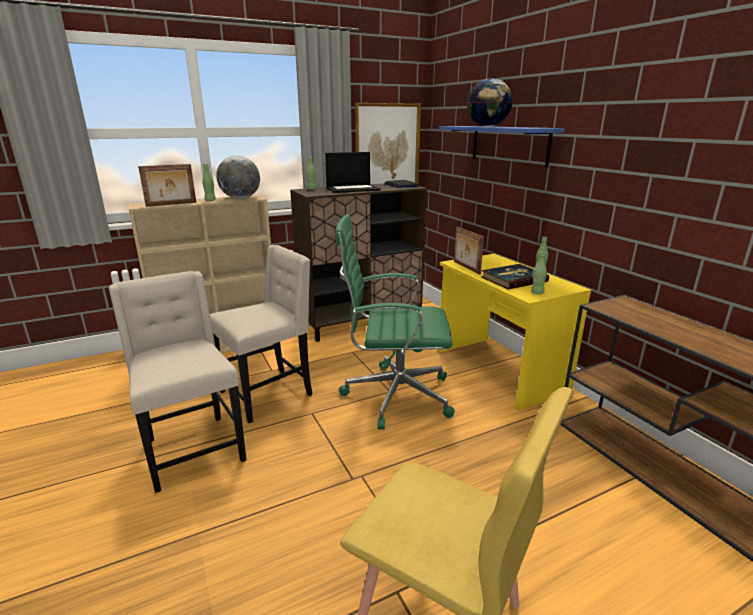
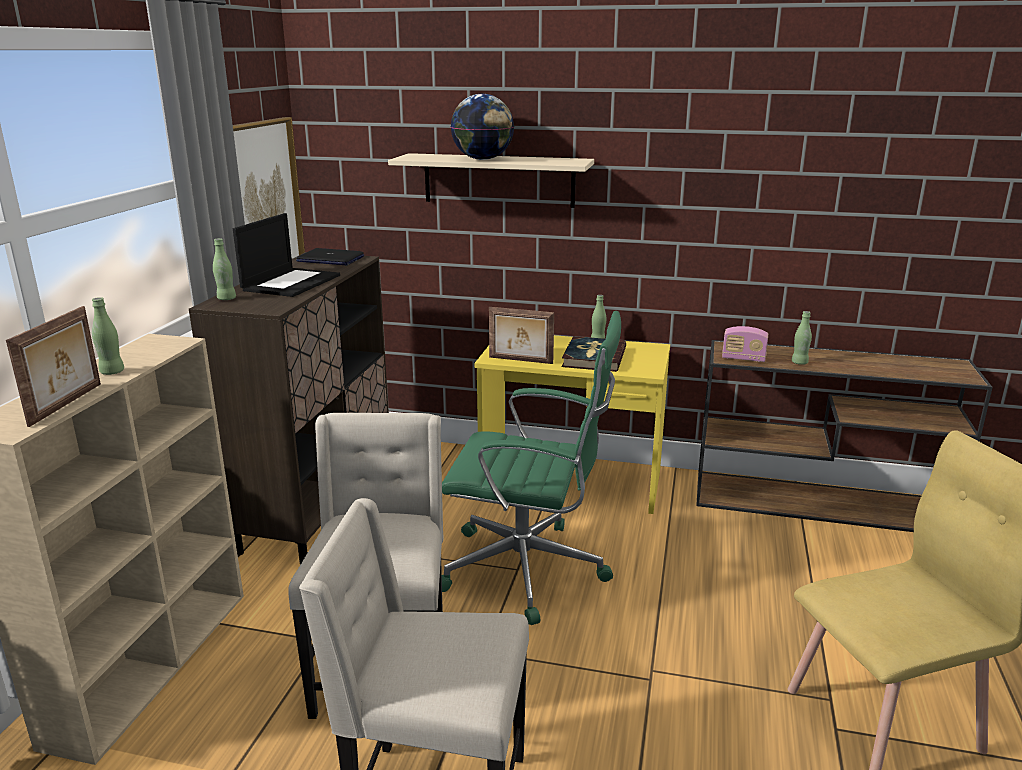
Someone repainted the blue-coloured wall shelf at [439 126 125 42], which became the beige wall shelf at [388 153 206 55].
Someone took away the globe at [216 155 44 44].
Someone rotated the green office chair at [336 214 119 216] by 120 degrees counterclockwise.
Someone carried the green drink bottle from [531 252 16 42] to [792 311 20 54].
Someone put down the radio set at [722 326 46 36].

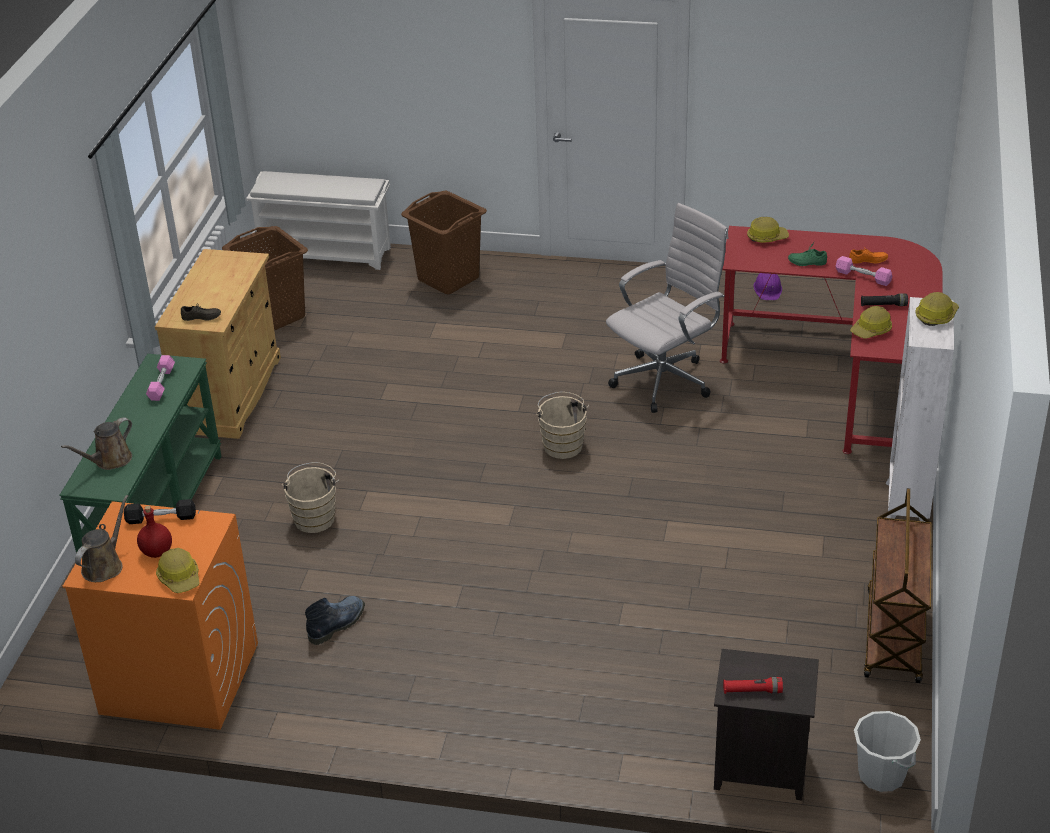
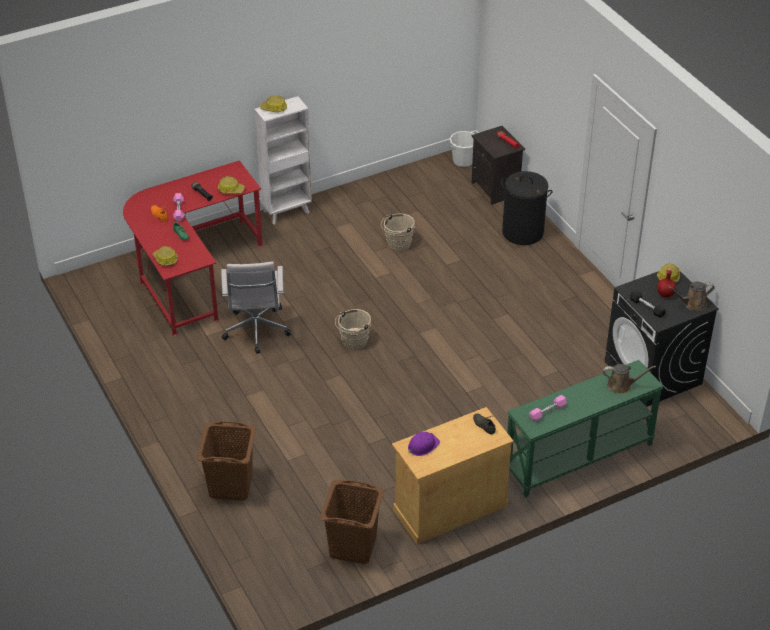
Someone took away the white-coloured shoe rack at [246 171 145 99].
Someone rotated the white-coloured office chair at [606 203 122 210] by 105 degrees counterclockwise.
Someone carried the purple-coloured work helmet from [753 273 29 27] to [408 432 32 24].
Someone carried the beige water bucket from [282 462 57 71] to [381 214 34 37].
Someone took away the brown cart at [864 488 68 195].
Someone repainted the orange laundry appliance at [62 501 196 229], which became the black-coloured laundry appliance at [605 271 114 136].
Someone took away the boot at [305 596 60 49].
Someone put down the black-coloured hamper at [501 171 52 74].

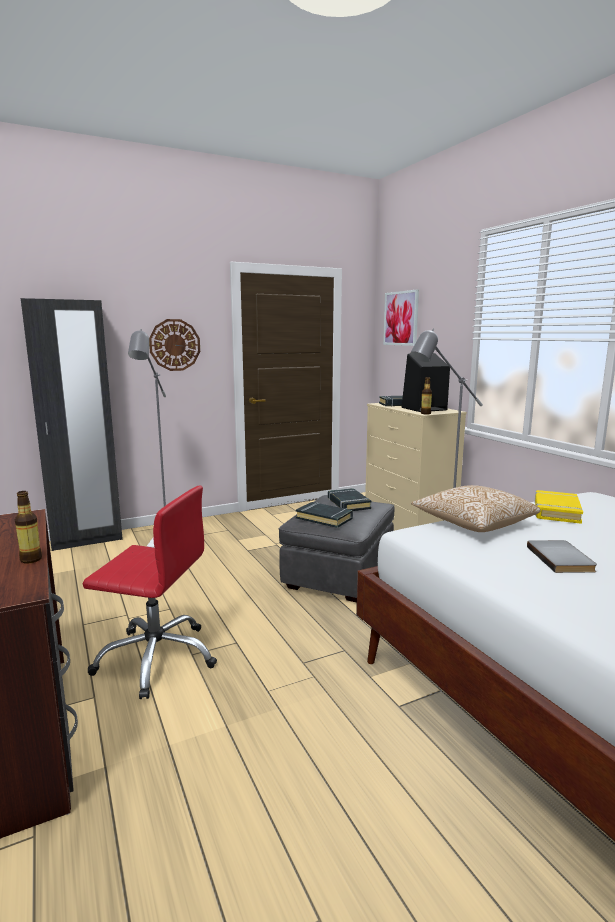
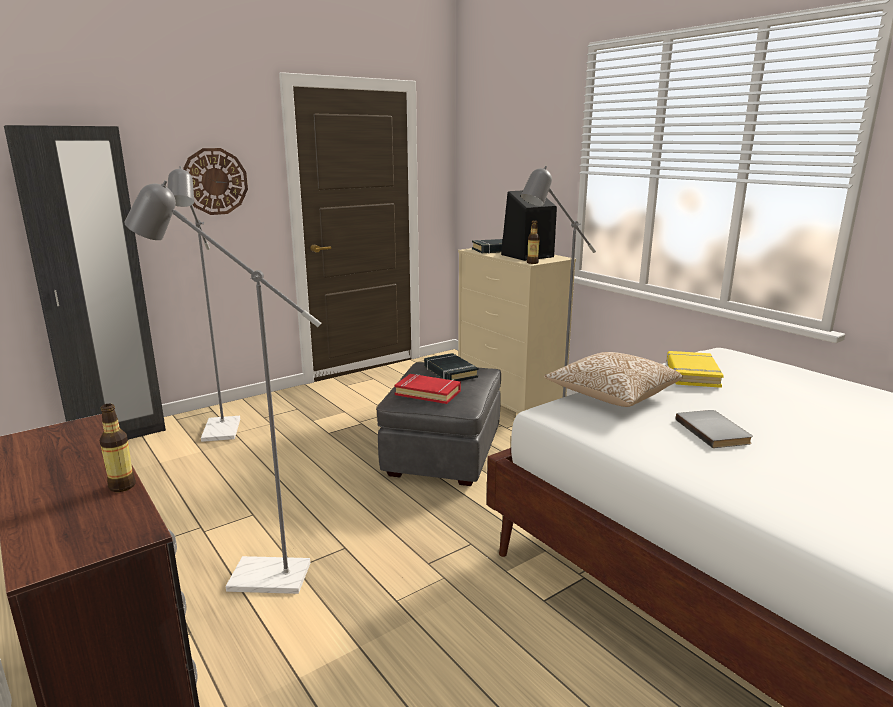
Someone took away the wall art at [383 290 36 56].
Someone swapped the reddish office chair at [83 486 134 213] for the greyish standard lamp at [124 180 197 414].
Someone repainted the black-coloured volume at [296 502 57 26], which became the reddish volume at [394 374 67 30].

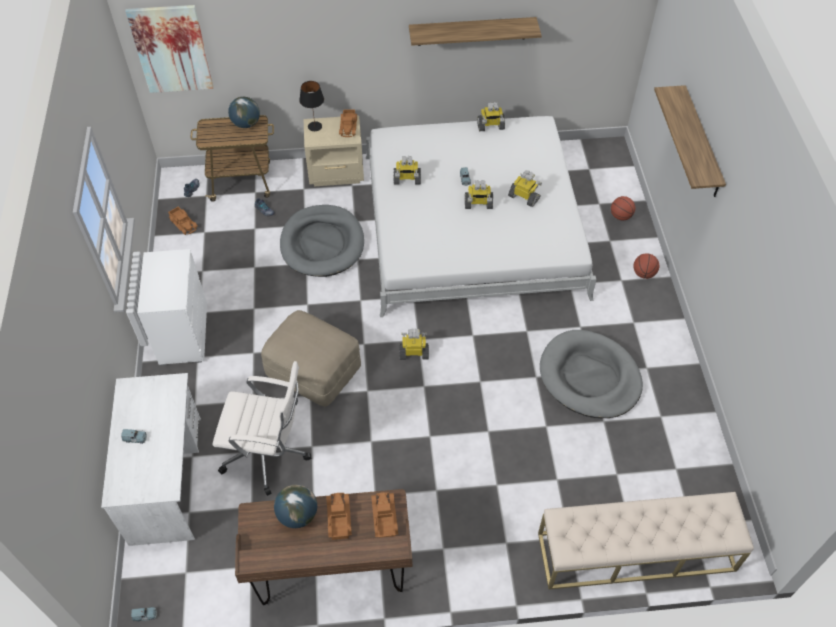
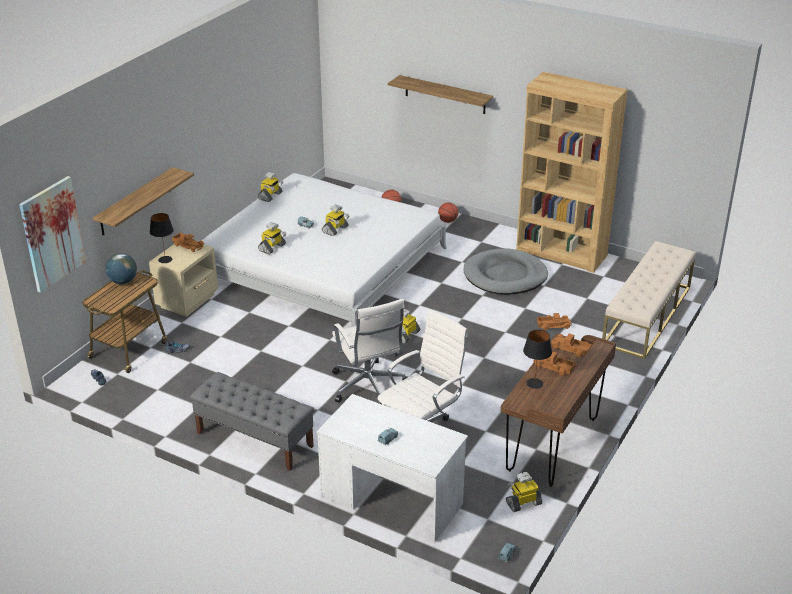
Someone carried the wall shelf from [409 17 133 29] to [93 167 101 68].
Someone carried the toy robot from [508 170 34 37] to [506 472 36 40].
Someone took away the greyish dog bed at [280 205 84 72].
Someone carried the model truck from [168 206 30 29] to [537 313 35 17].
Someone swapped the white-coloured drawer chest at [137 249 70 117] for the greyish bench at [190 372 124 99].
Someone swapped the beige footrest at [261 310 100 97] for the white-coloured office chair at [332 299 75 105].
Someone swapped the globe at [274 484 43 44] for the black-coloured tabletop lamp at [523 330 29 59].
Someone put down the brown bookcase at [516 72 112 201].

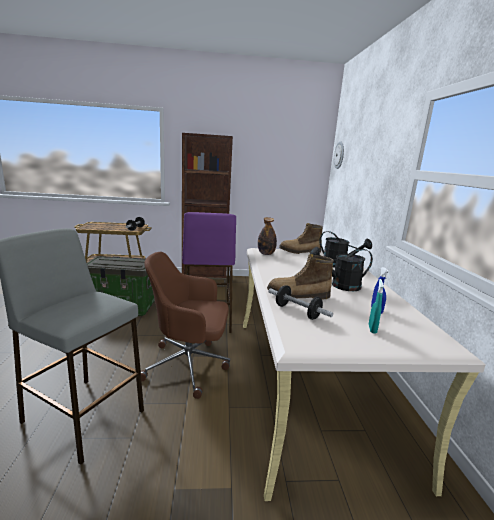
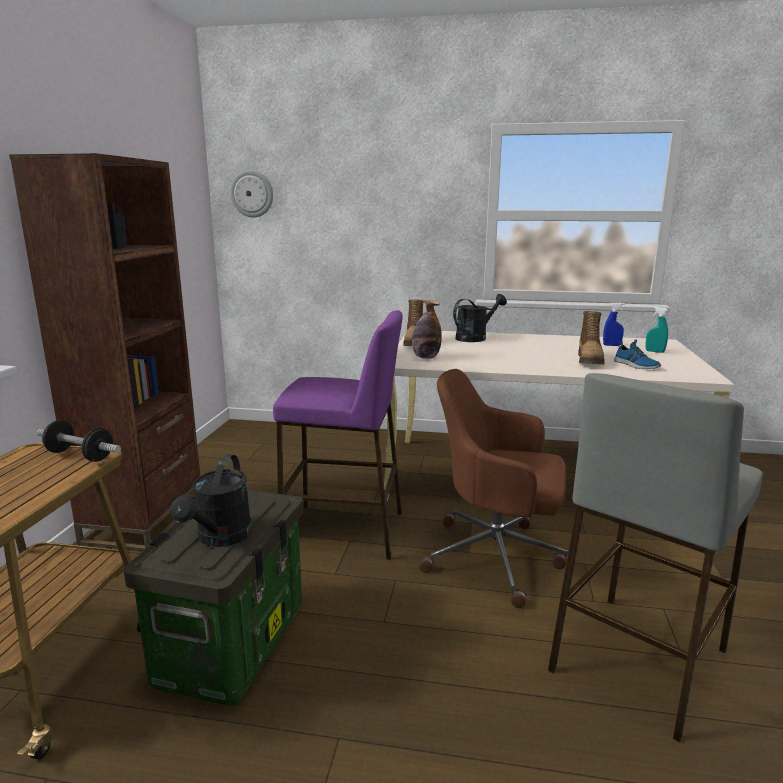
Someone carried the black-coloured sprinkling can from [310 247 63 44] to [171 455 81 92].
Someone rotated the brown office chair at [141 252 89 147] by 90 degrees clockwise.
Someone swapped the free weight at [269 285 64 35] for the low shoe at [614 340 47 29].

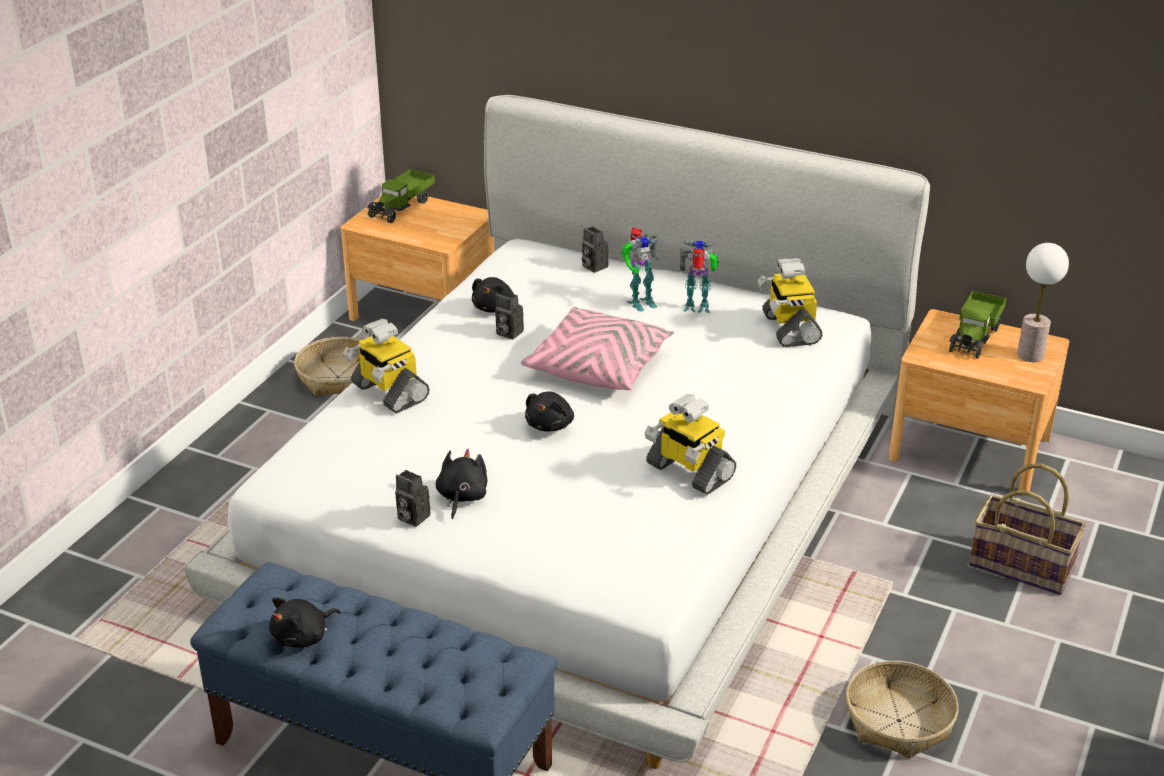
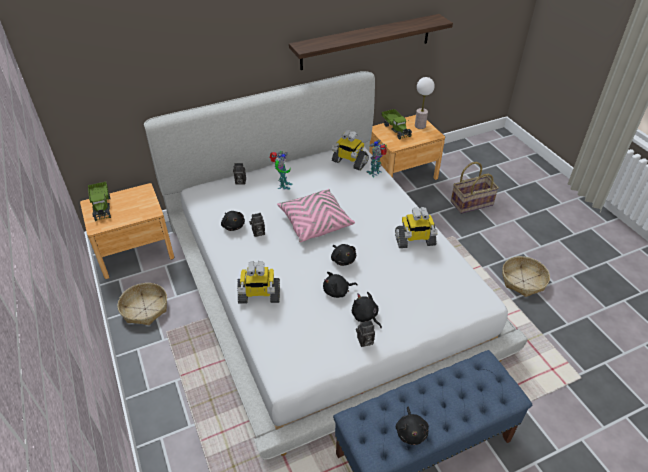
Someone carried the toy robot from [680 240 39 73] to [366 140 21 37].
Someone put up the wall shelf at [289 14 164 56].
Someone put down the black-coloured soft toy at [323 272 35 26].

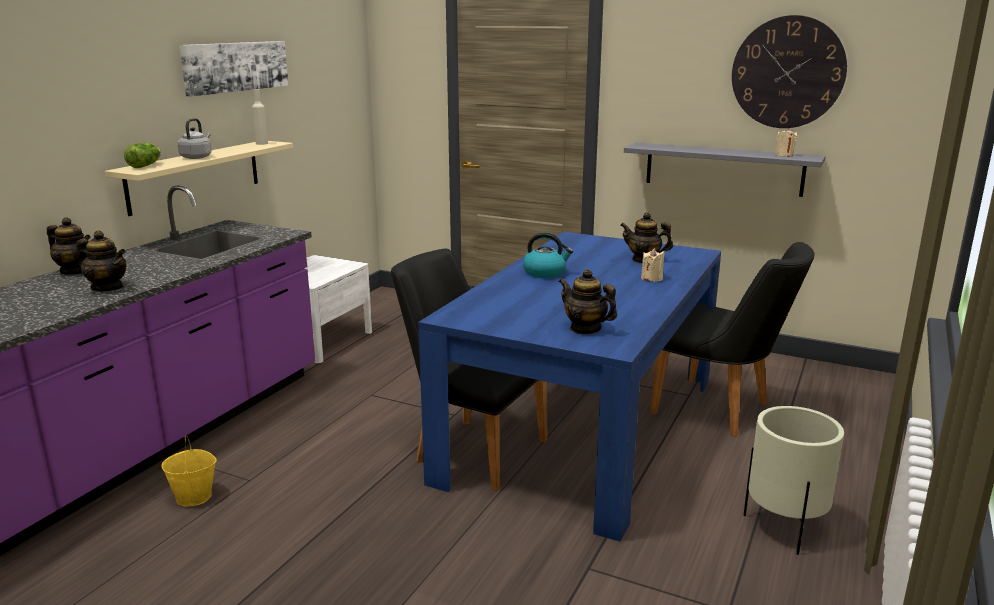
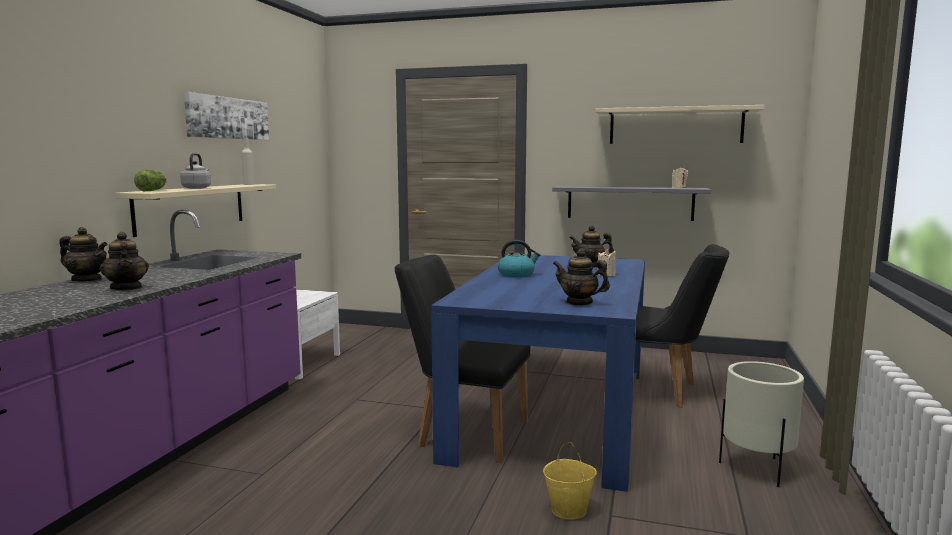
Someone swapped the wall clock at [732 15 115 113] for the beige wall shelf at [596 105 169 39].
Someone rotated the pot for tea at [76 231 51 60] by 45 degrees clockwise.
Someone carried the yellow water bucket from [162 435 55 71] to [543 442 54 78].

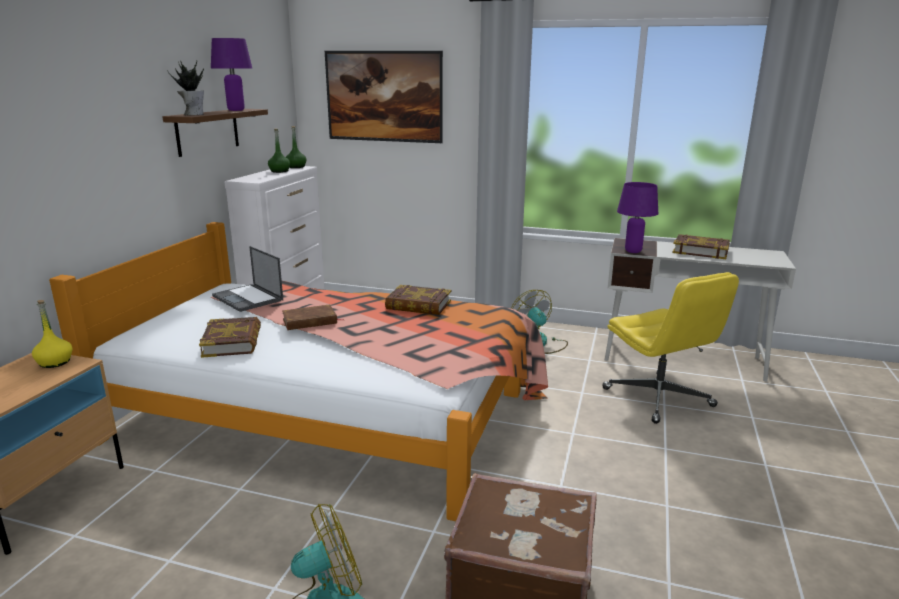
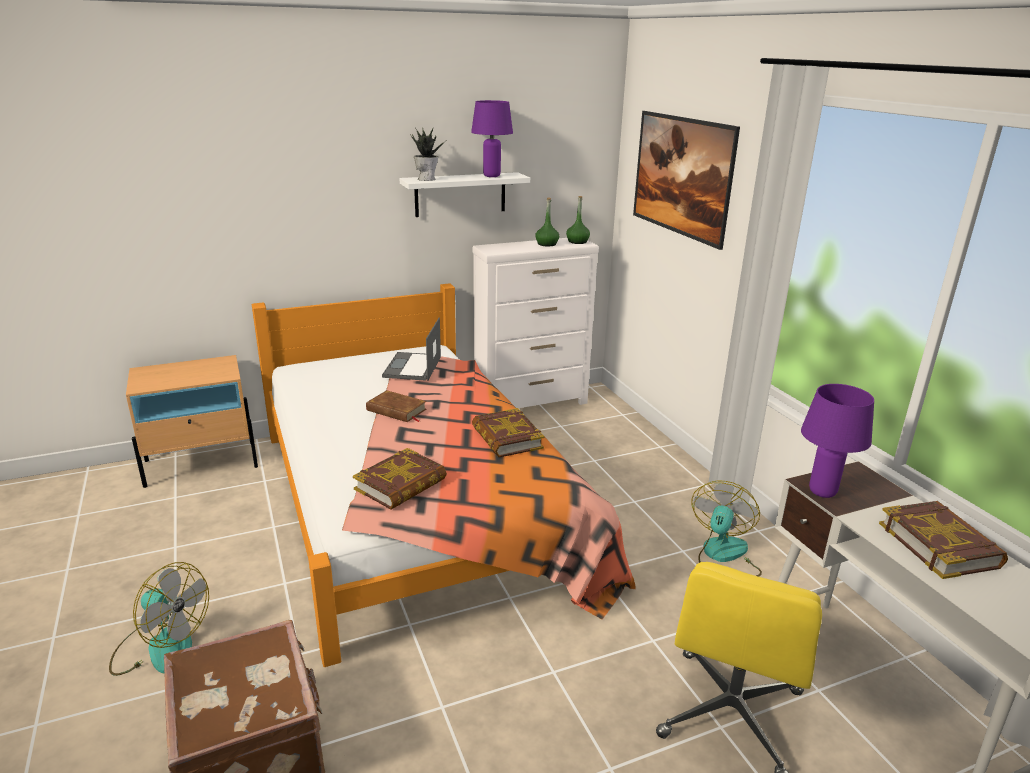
Someone repainted the brown wall shelf at [162 109 106 48], which became the white-coloured wall shelf at [399 172 131 45].
Someone took away the yellow drink bottle at [32 300 40 68].
Someone carried the volume from [199 317 62 41] to [353 448 94 61].

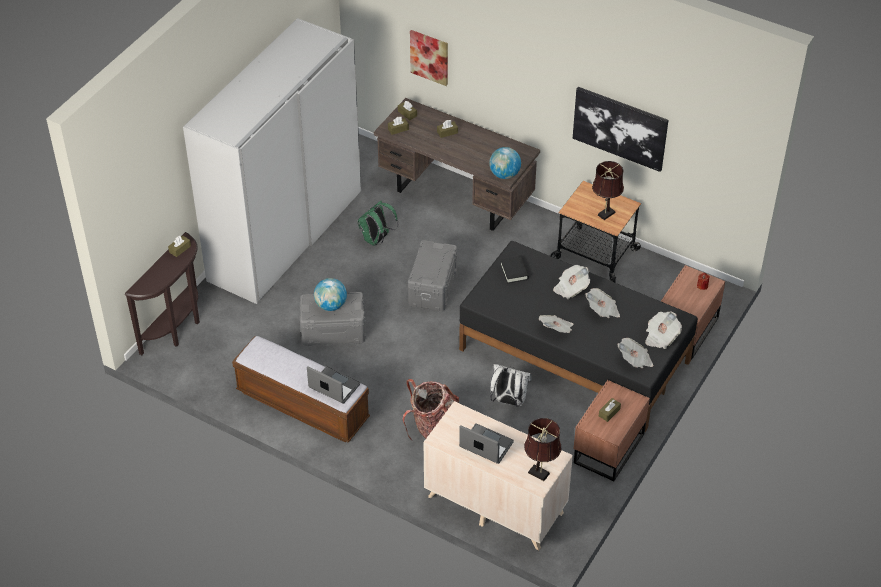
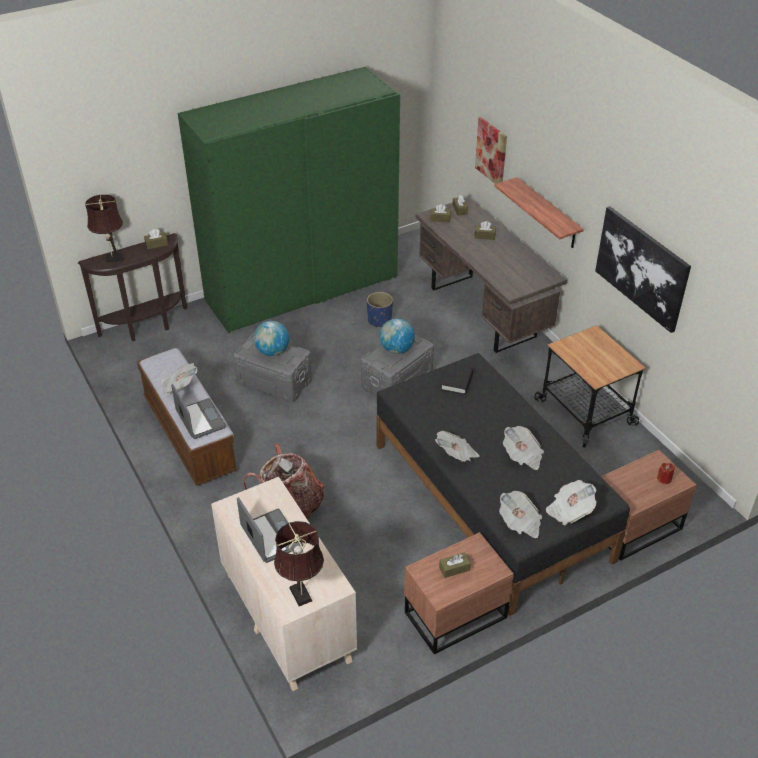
Someone repainted the white-coloured wardrobe at [183 18 178 286], which became the green wardrobe at [178 67 222 266].
Someone carried the globe from [489 147 32 32] to [379 318 36 36].
Someone carried the brown tabletop lamp from [592 161 32 59] to [85 195 39 68].
Someone swapped the green rucksack at [357 201 42 45] for the blue-coloured planter at [367 292 26 36].
Someone carried the newspaper from [553 265 37 34] to [161 363 36 31].
Someone took away the white-coloured rucksack at [490 364 42 43].
Someone put up the wall shelf at [494 177 90 71].

